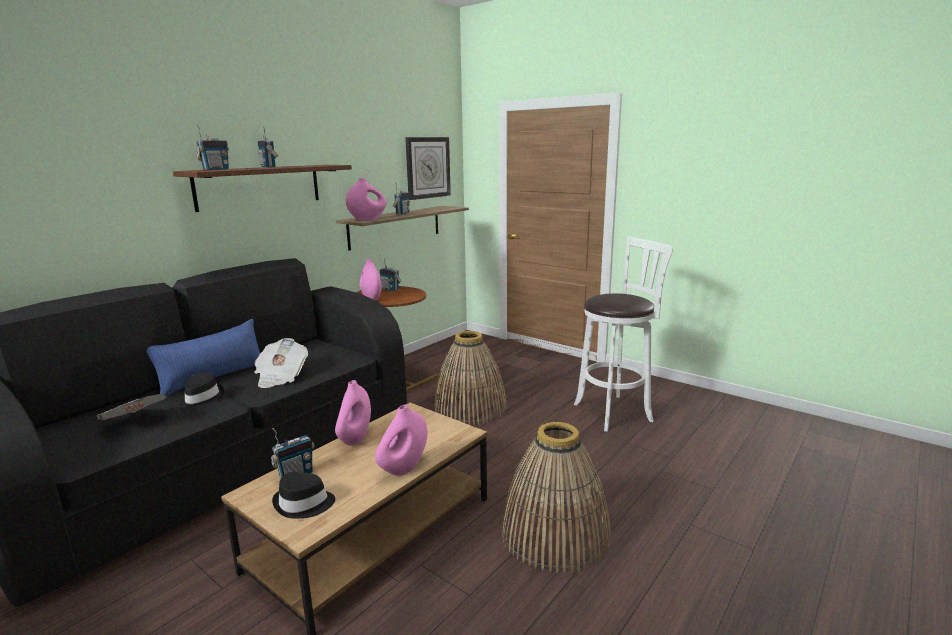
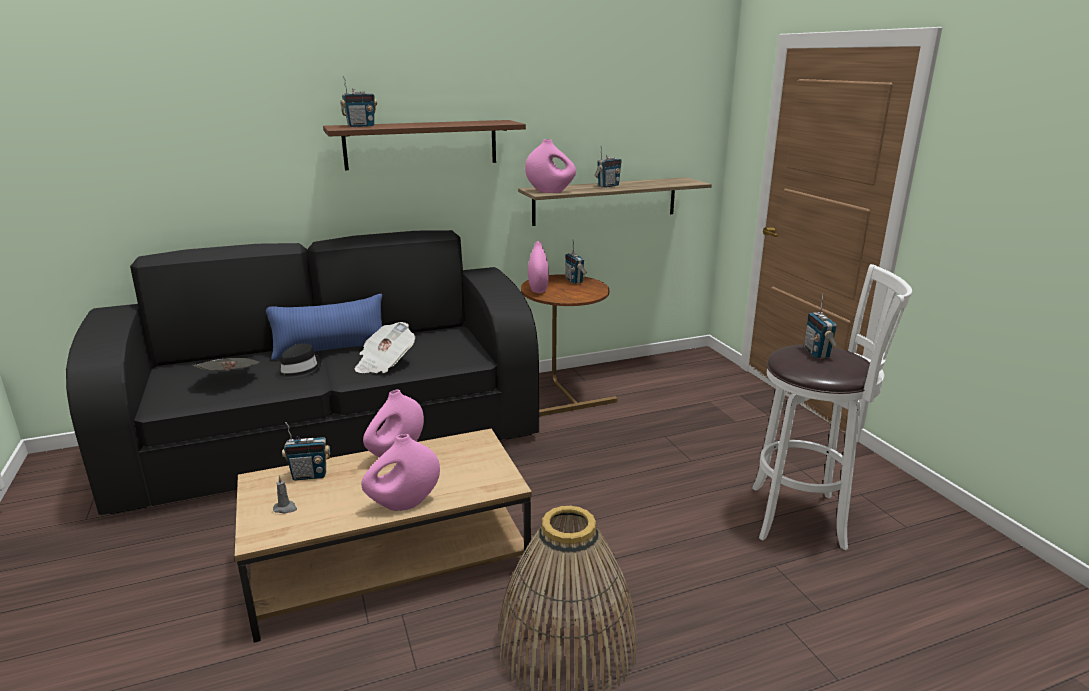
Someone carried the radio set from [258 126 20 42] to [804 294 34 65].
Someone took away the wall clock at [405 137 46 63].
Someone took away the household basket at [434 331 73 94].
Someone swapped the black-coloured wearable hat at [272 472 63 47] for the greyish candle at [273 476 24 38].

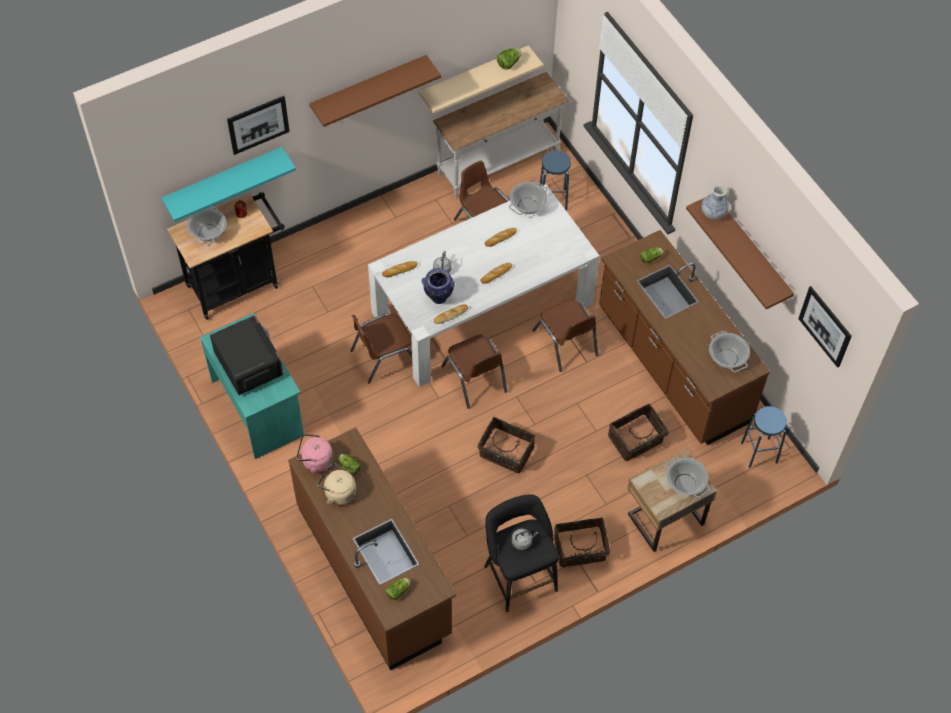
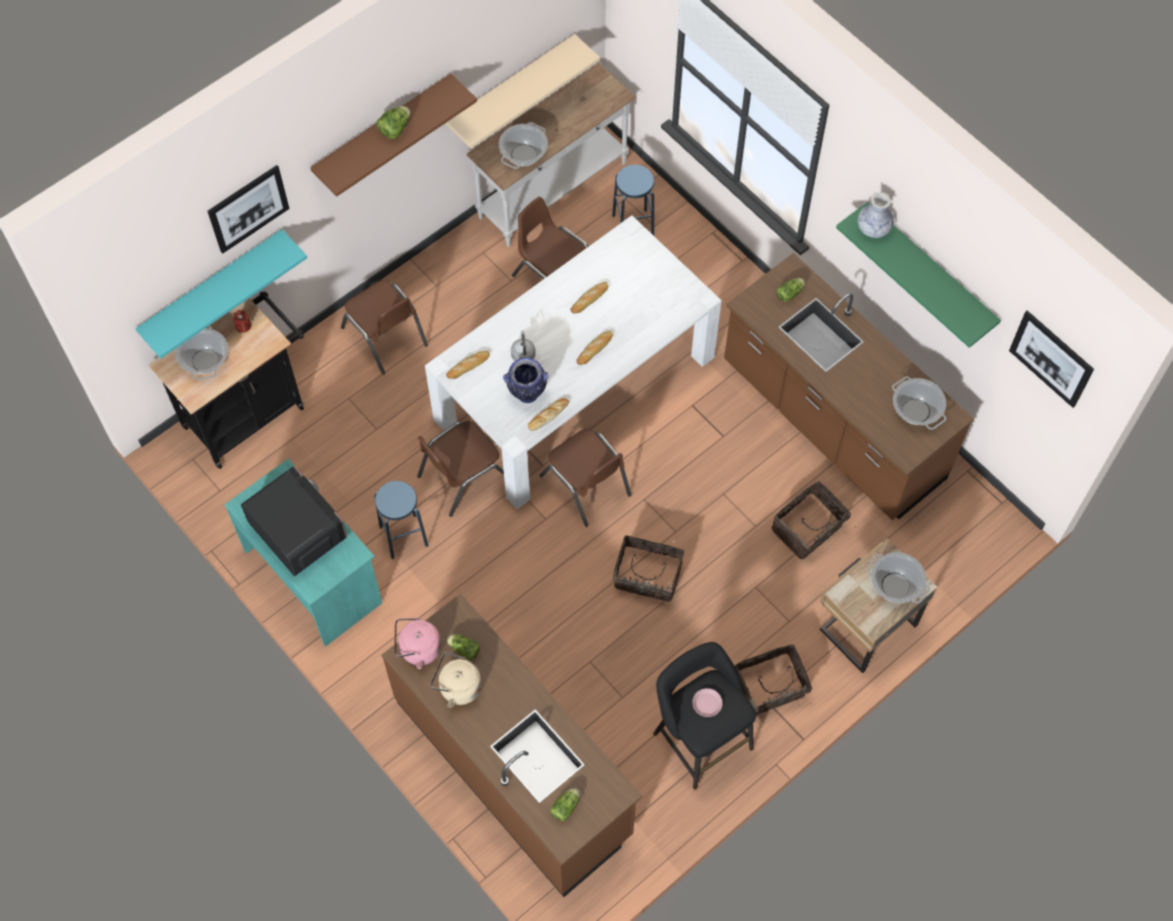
Someone carried the lettuce head from [497 48 24 22] to [377 106 33 33].
Someone carried the stockpot from [509 182 39 33] to [499 122 49 47].
Someone repainted the brown wall shelf at [686 198 108 112], which became the green wall shelf at [836 202 165 146].
Someone carried the brown chair from [532 299 66 73] to [341 280 87 95].
Someone carried the blue-coloured sitting stool from [741 406 46 62] to [374 481 54 78].
Someone swapped the greyish water kettle at [512 529 26 21] for the pink-coloured flat dish at [692 688 31 29].

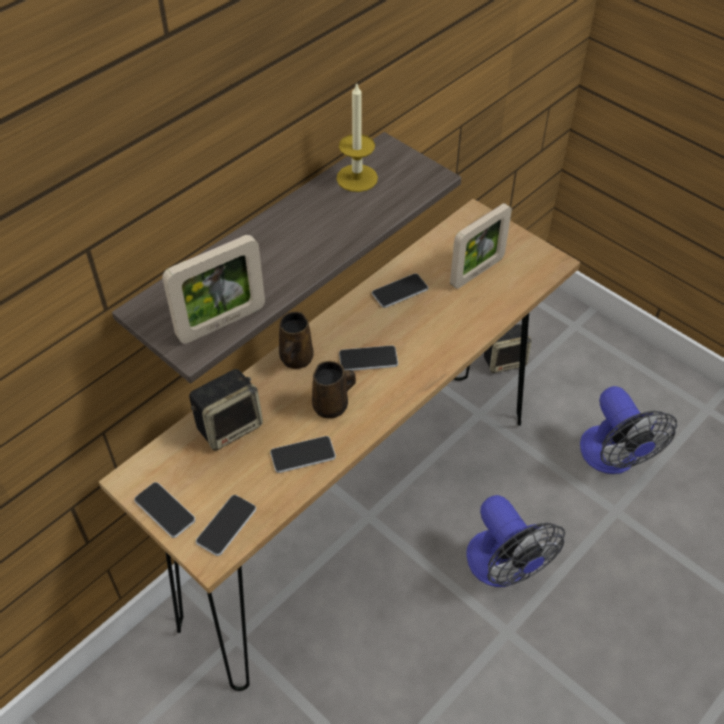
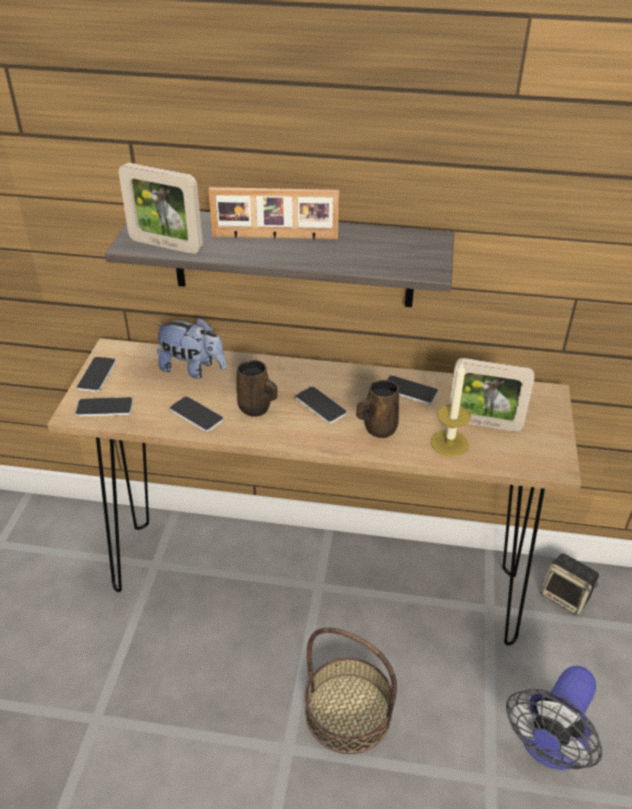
Someone carried the candle from [336 82 42 110] to [431 363 40 94].
Someone carried the brown mug from [279 312 35 57] to [356 380 43 58].
Someone swapped the audio speaker at [189 369 74 82] for the soft toy at [154 317 72 62].
Someone swapped the electric fan at [466 495 99 92] for the household basket at [305 627 92 127].
Someone put down the picture frame at [208 187 131 52].

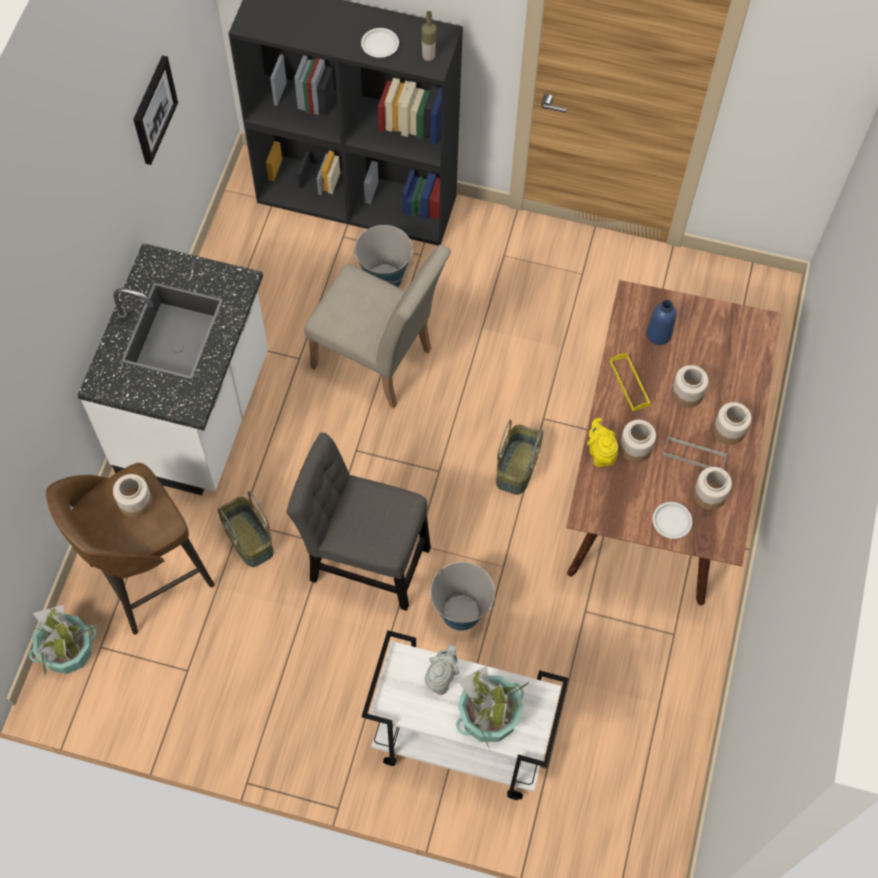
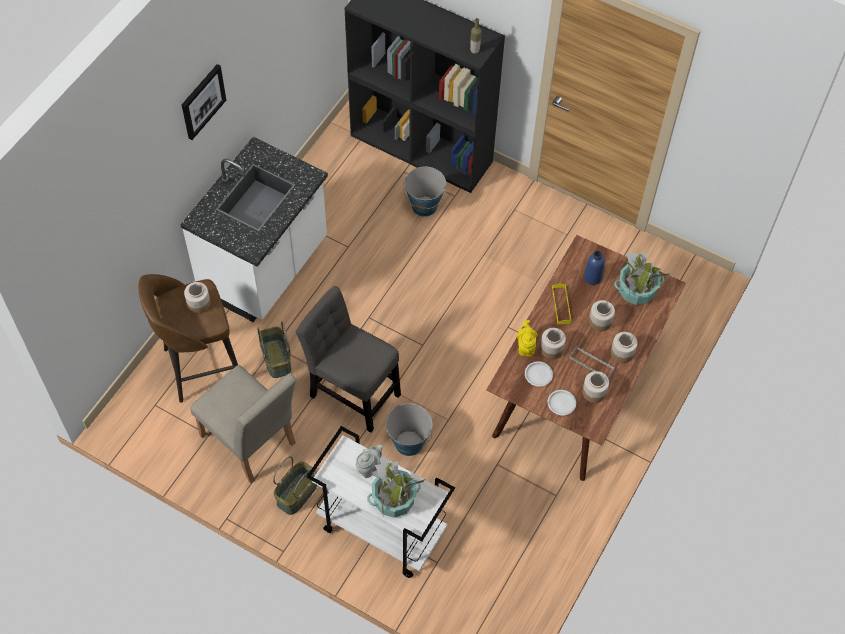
Someone carried the white-coloured flat dish from [361 28 38 30] to [525 361 28 25].
Someone carried the wall art from [133 56 45 109] to [182 64 44 76].
Someone carried the beige chair from [304 244 147 164] to [190 365 106 118].
Someone carried the household basket from [496 420 47 75] to [273 456 44 59].
Someone carried the houseplant from [29 605 70 73] to [614 253 56 52].

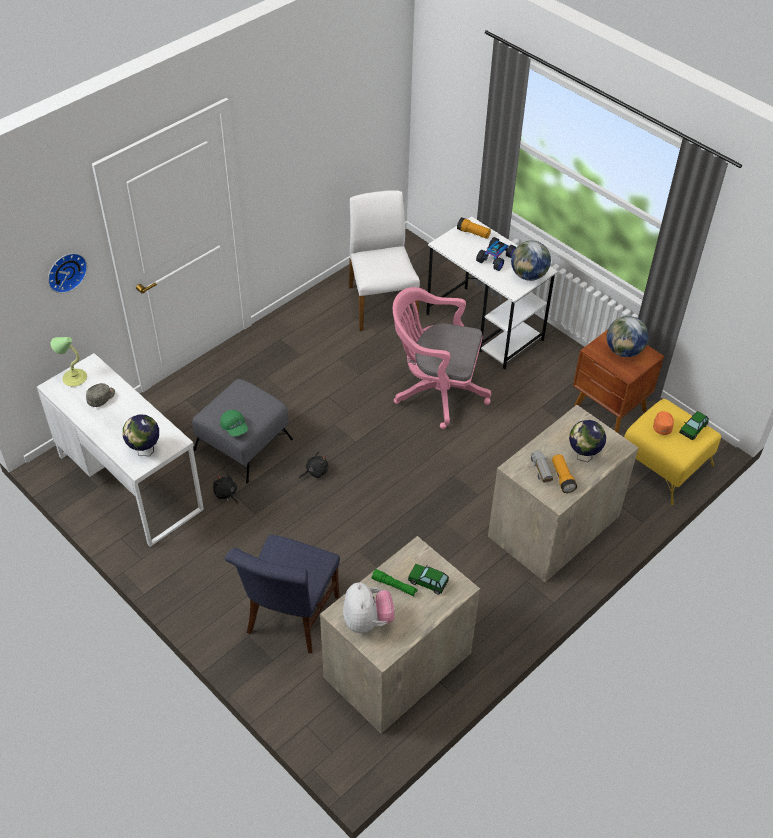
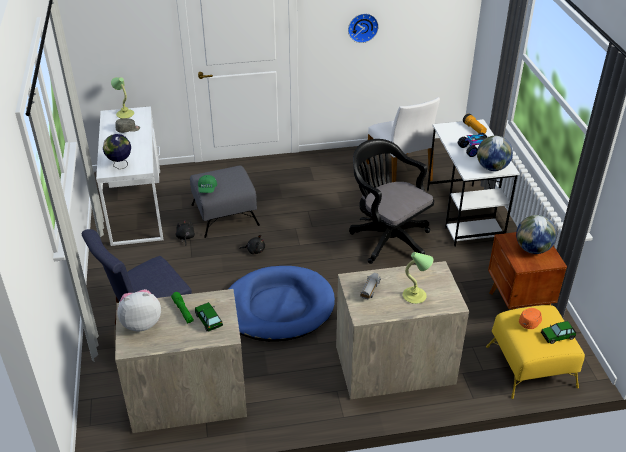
Someone rotated the white-coloured chair at [349 191 71 140] by 135 degrees clockwise.
Someone carried the wall clock from [48 253 39 40] to [348 13 31 30].
Someone repainted the pink-coloured office chair at [393 287 98 142], which became the black-coloured office chair at [349 139 85 125].
Someone swapped the globe at [569 420 37 42] for the tabletop lamp at [403 252 30 52].
Someone took away the torch at [552 454 25 39].
Someone rotated the soft toy at [343 583 51 50] by 135 degrees counterclockwise.
Someone put down the blue-coloured dog bed at [229 266 106 76].

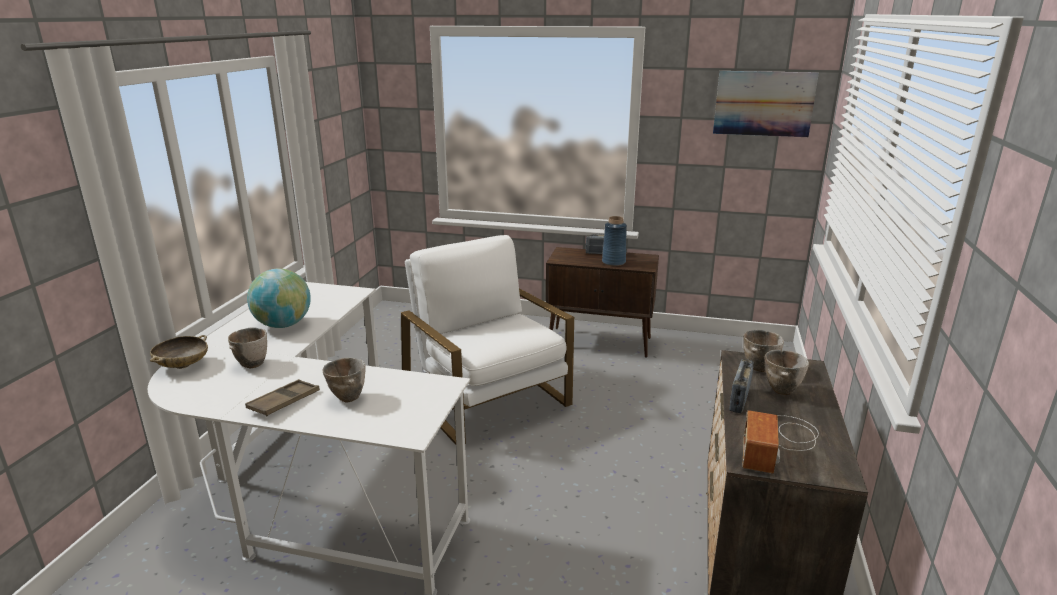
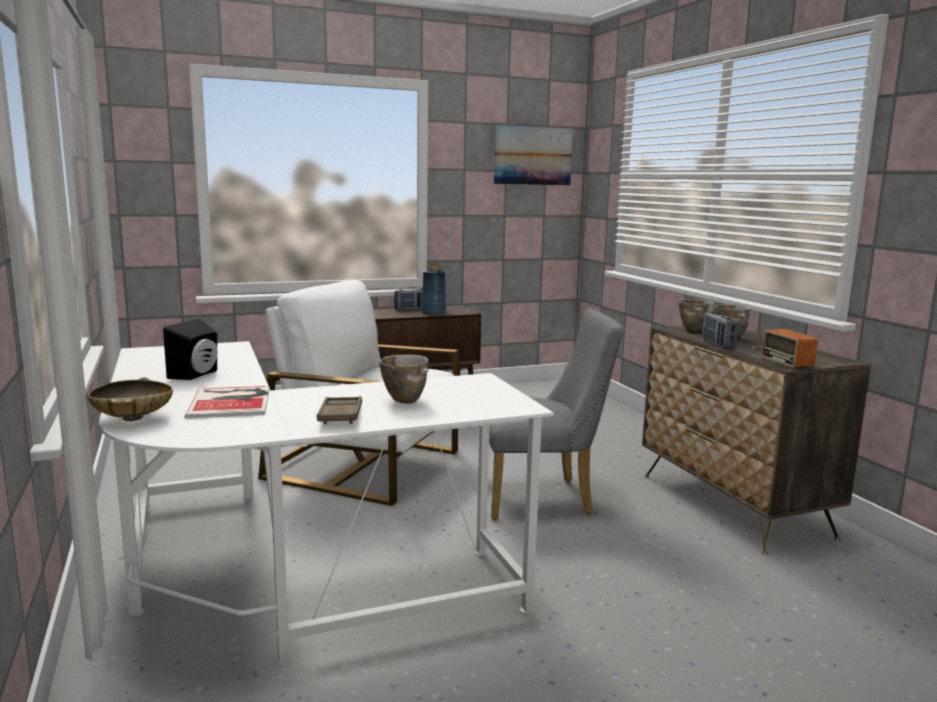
Someone swapped the globe at [247 268 64 60] for the black-coloured audio speaker at [163 319 55 61].
Someone swapped the bowl at [228 327 39 41] for the volume at [185 386 84 32].
Someone put down the greyish chair at [489 309 134 211].

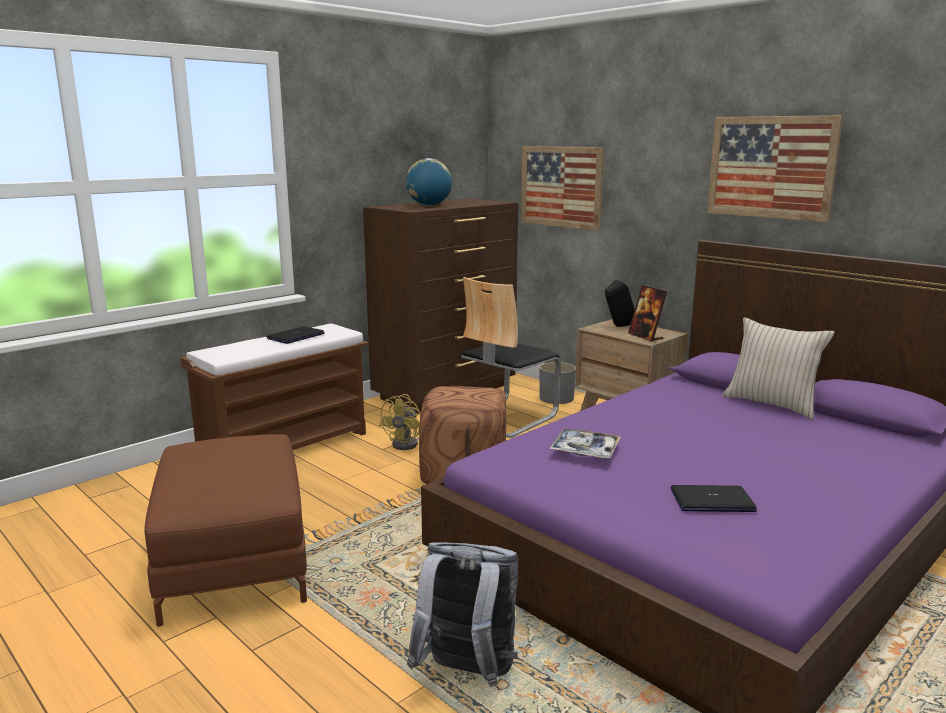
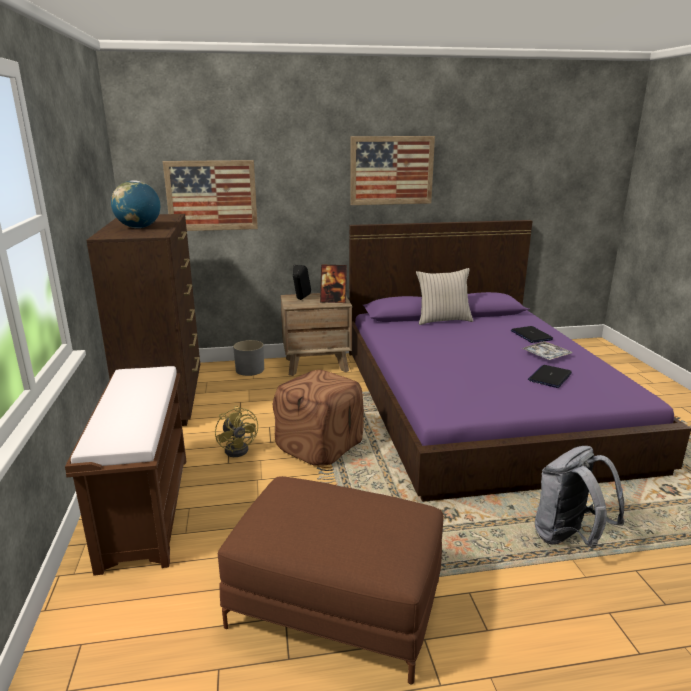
Someone took away the chair at [461 277 100 161].
Someone carried the portable computer from [267 326 58 18] to [511 326 42 17].
Someone carried the carrying tray from [549 429 72 29] to [522 342 51 18].

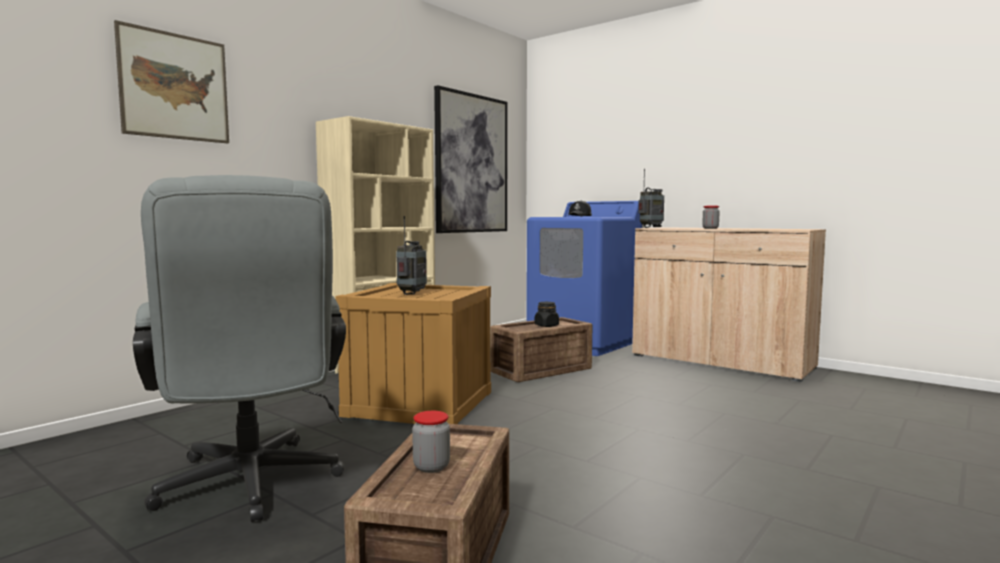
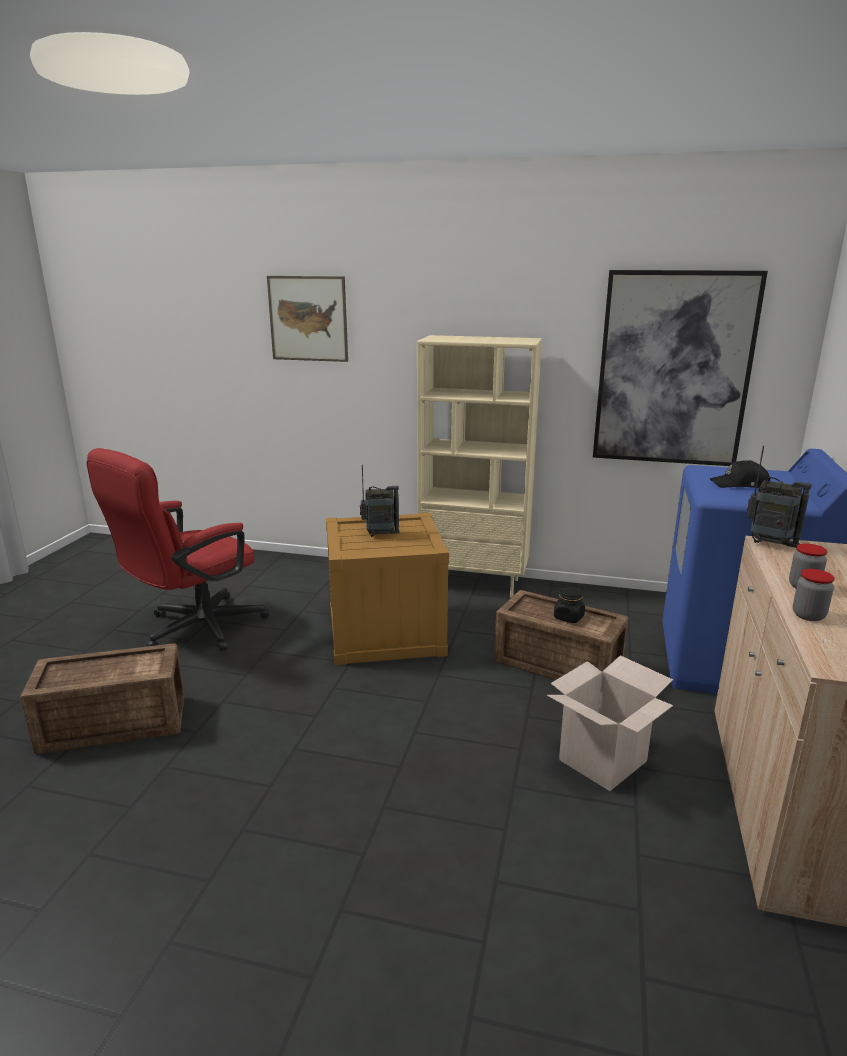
Someone repainted the greyish office chair at [133 175 213 347], which became the reddish office chair at [87 448 182 203].
Someone carried the storage jar from [412 411 38 62] to [793 569 42 52].
Someone put down the packing box at [547 655 126 136].

